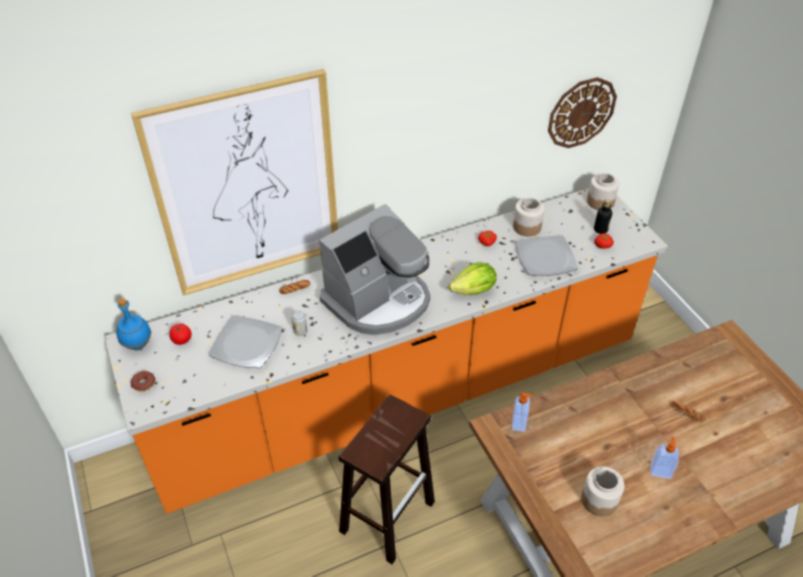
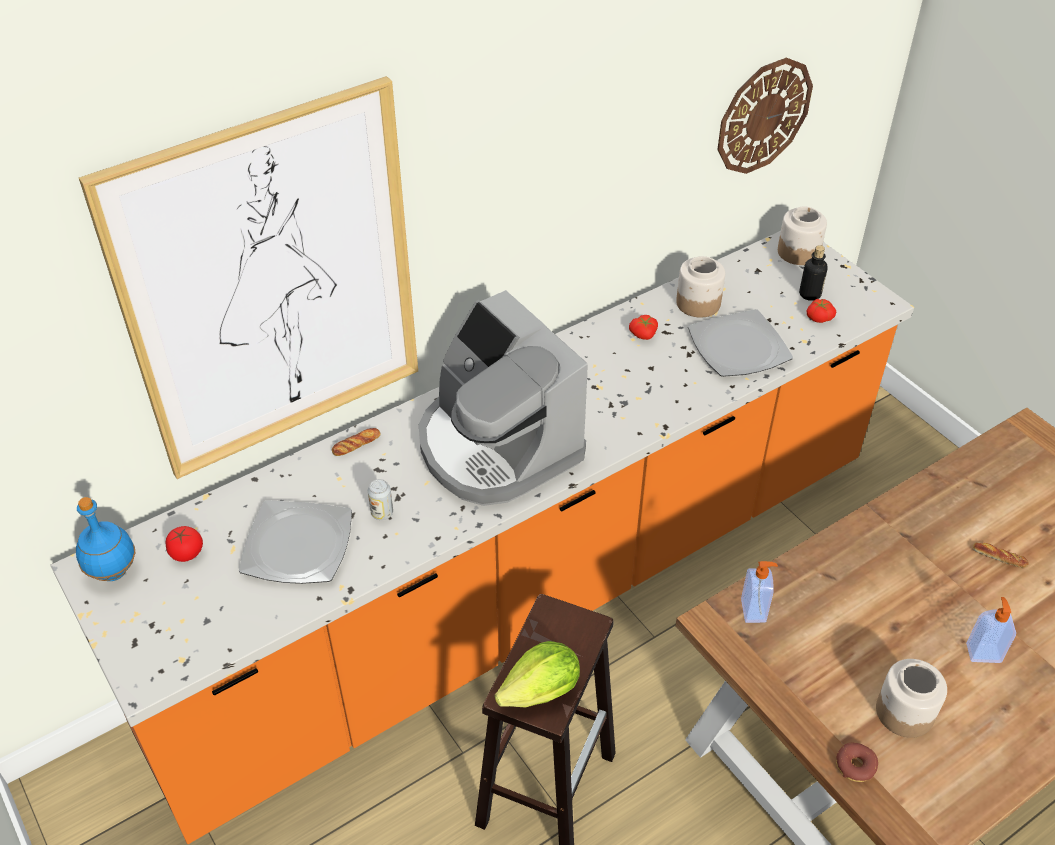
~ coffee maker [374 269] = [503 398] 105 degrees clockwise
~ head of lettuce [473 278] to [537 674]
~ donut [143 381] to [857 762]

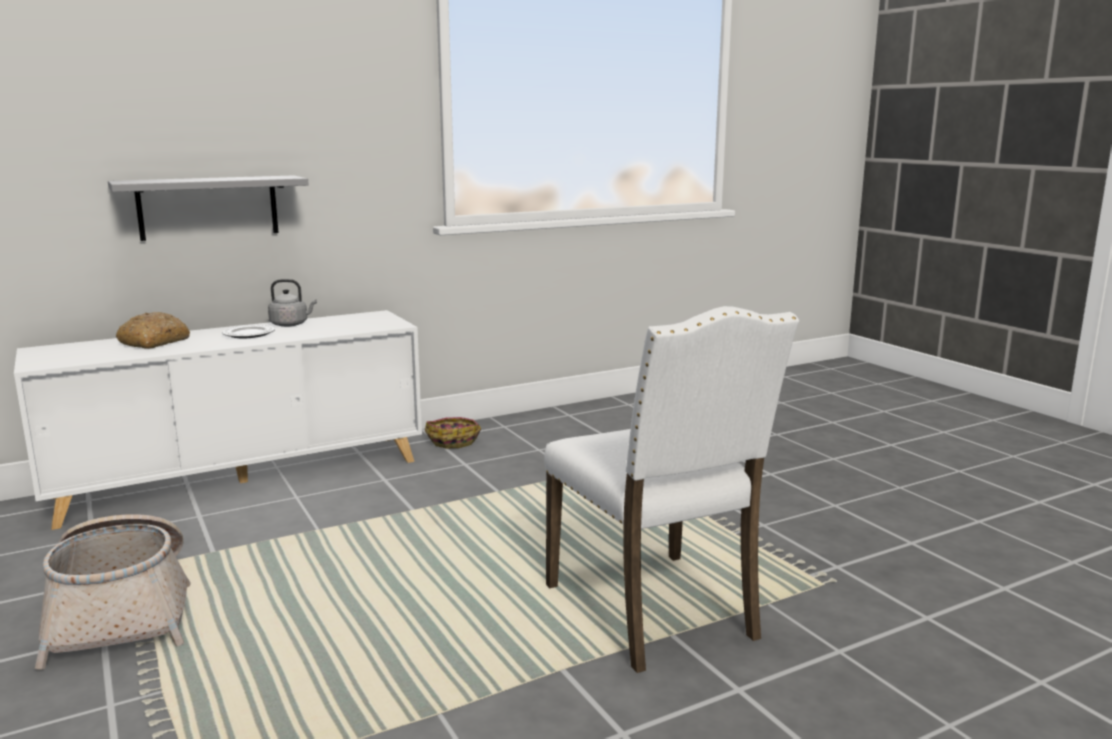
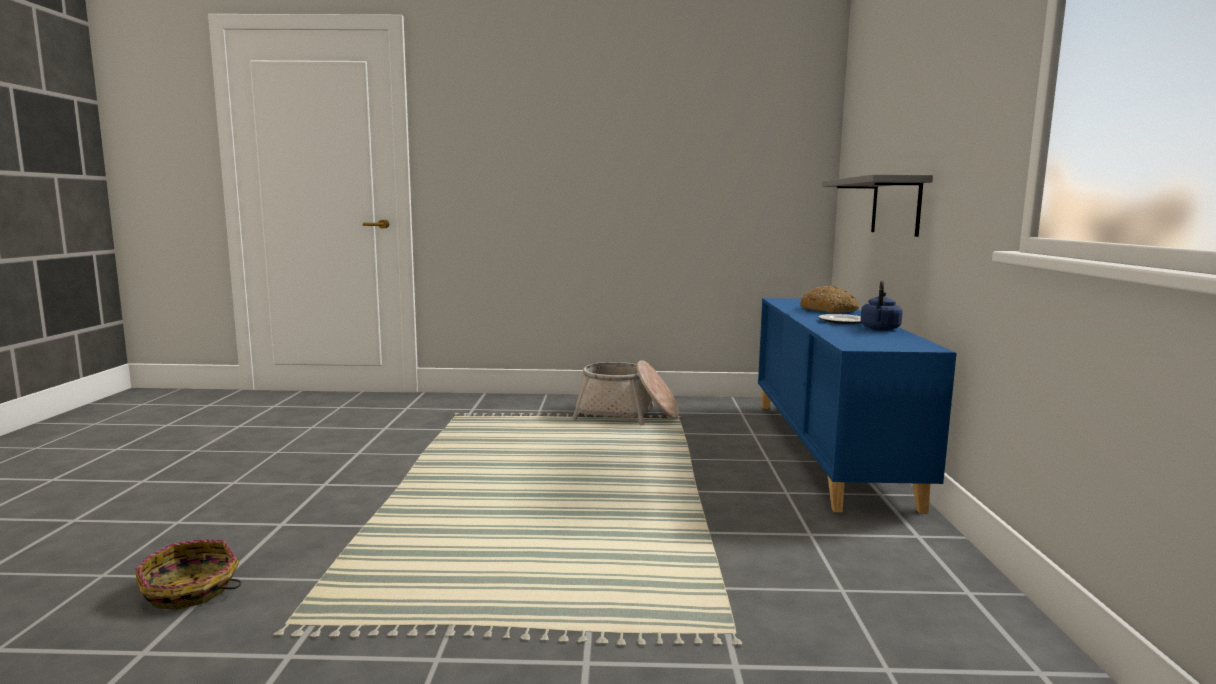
~ household basket [453 432] to [188 574]
~ whitish cupboard [218 420] to blue-coloured cupboard [857 406]
~ grey kettle [292 303] to blue-coloured kettle [881 305]
- whitish upright chair [671 489]

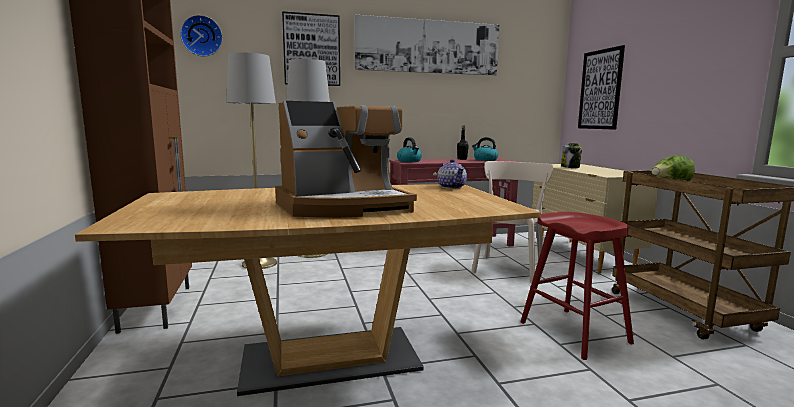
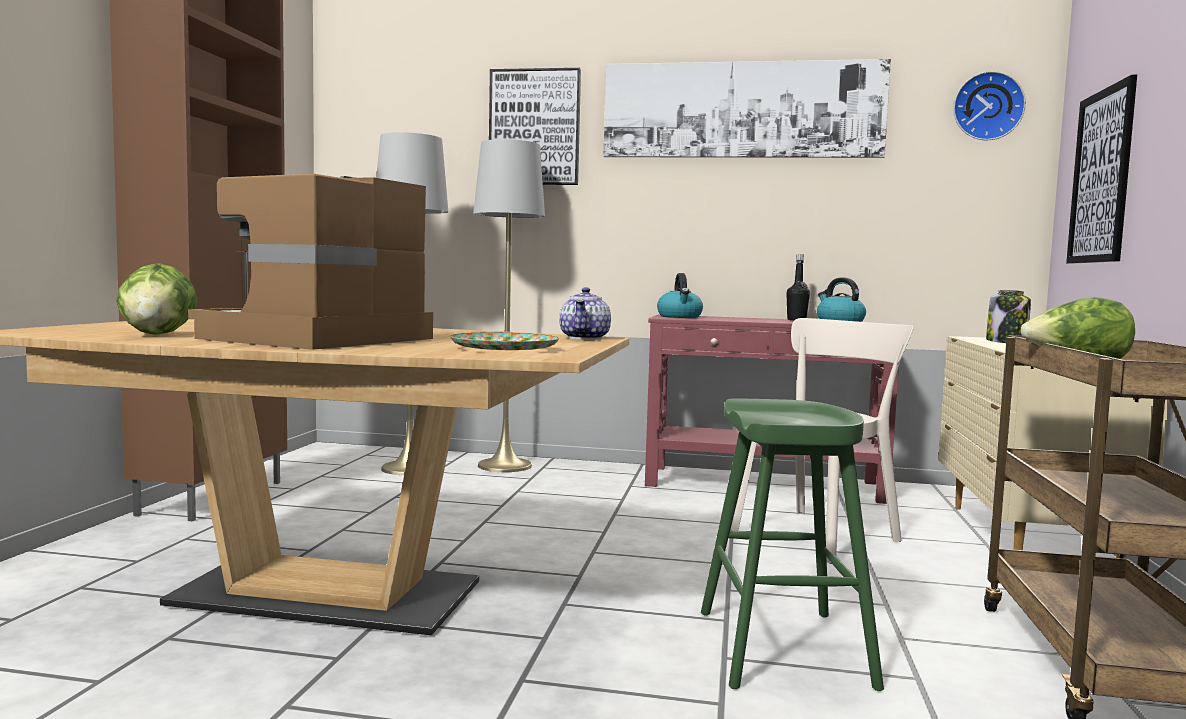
+ head of lettuce [156 299]
~ coffee maker [346 159] = [310 262] 120 degrees clockwise
+ dinner plate [504 341]
~ red stool [577 286] to green stool [792 545]
~ wall clock [201 35] to [989 105]

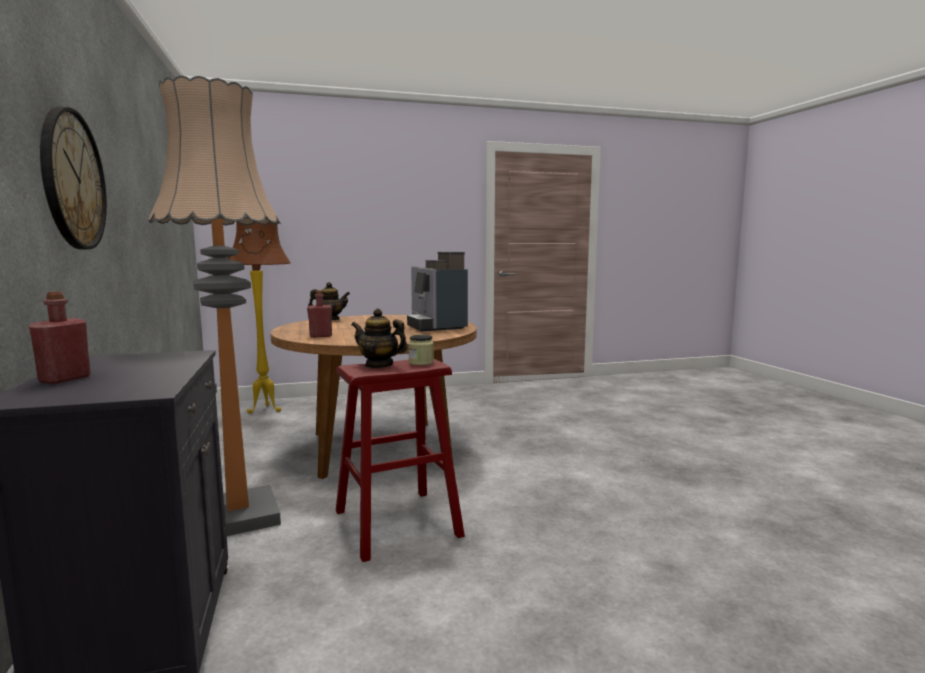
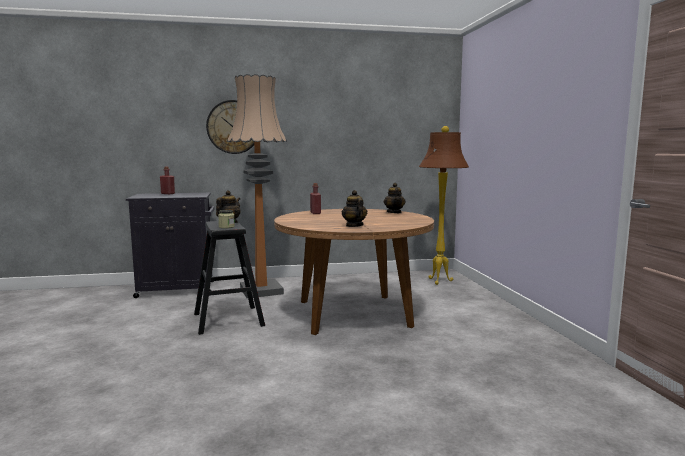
~ red stool [400 460] to blackish stool [229 278]
~ coffee maker [437 291] to teapot [354 208]

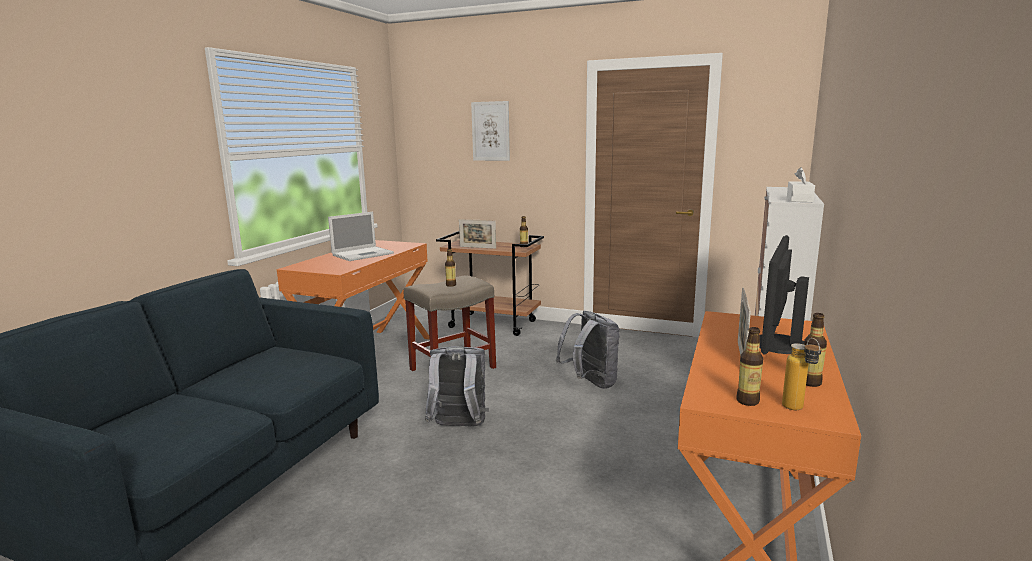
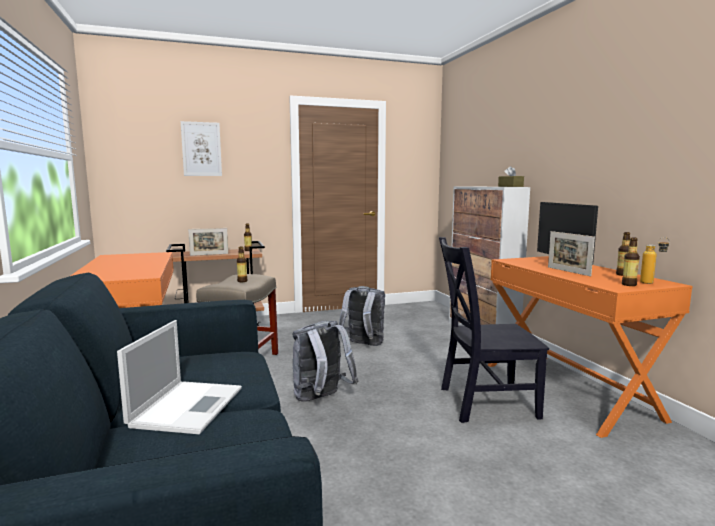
~ notebook computer [361 236] to [179 377]
+ blackish upright chair [494 330]
~ whitish box of tissues [801 184] to brown box of tissues [511 176]

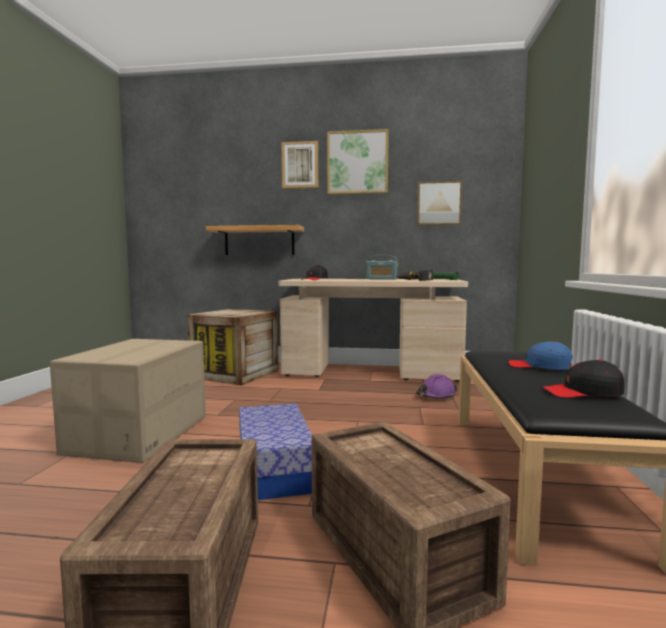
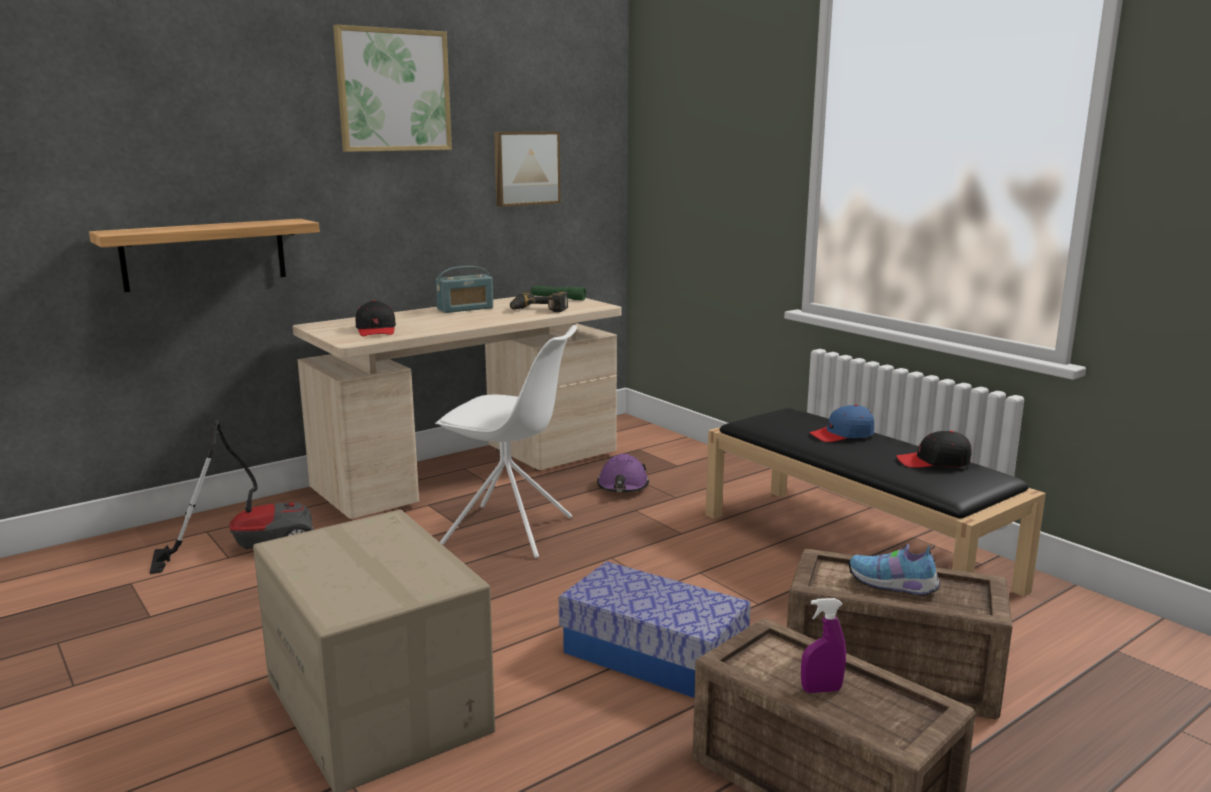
~ crate [232 347] to vacuum cleaner [232 496]
+ whitish upright chair [506 441]
+ purple-coloured sprayer [823 645]
+ shoe [894 570]
~ blackish cap [583 378] = [934 449] 45 degrees clockwise
- wall picture [300 165]

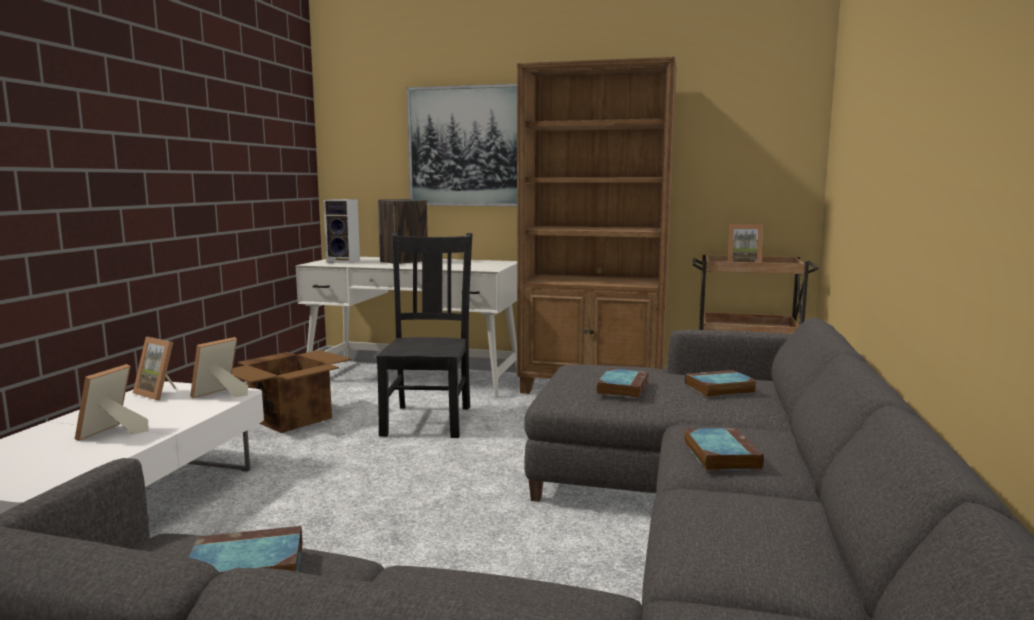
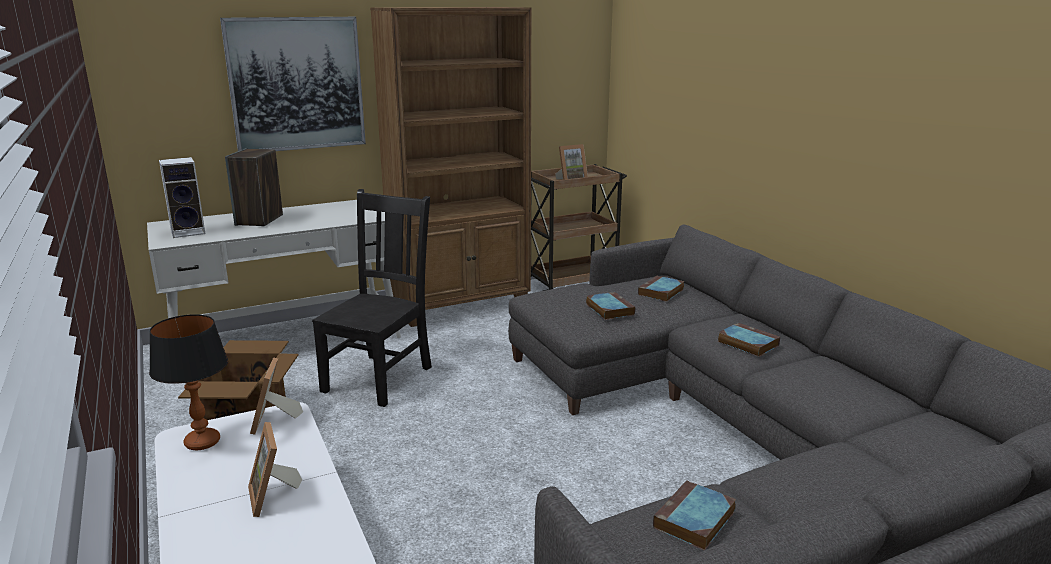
~ photo frame [154 368] to lamp for a table [188 382]
~ blackish upright chair [424 335] = [372 298] 60 degrees clockwise

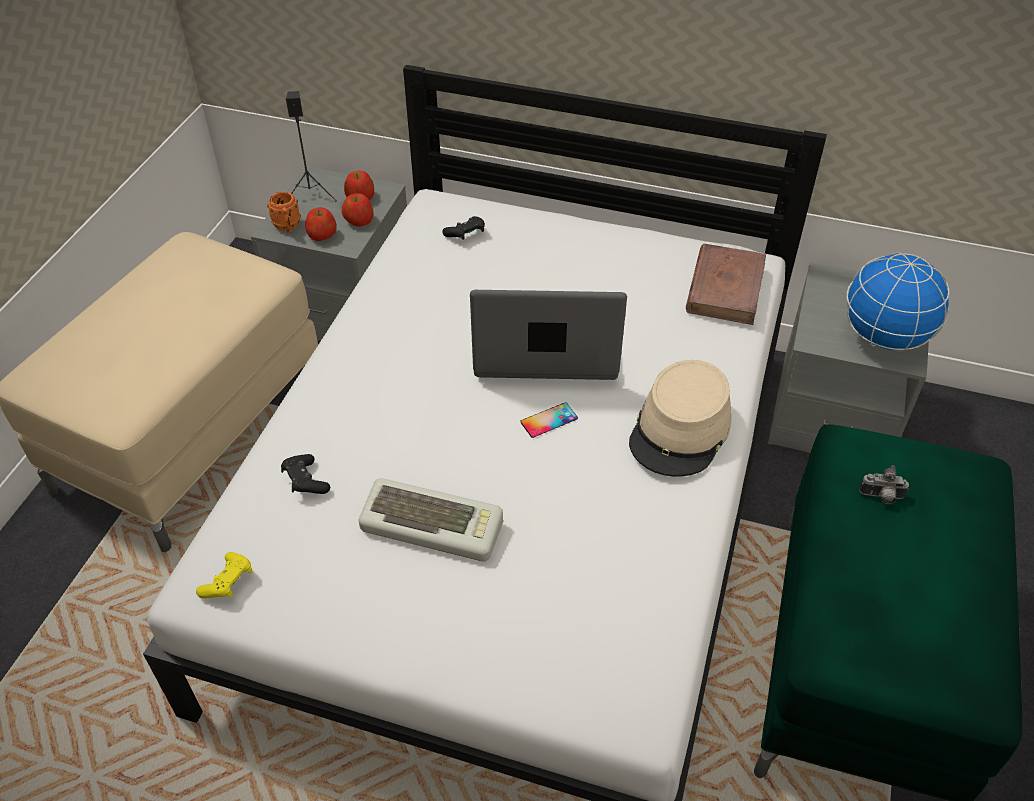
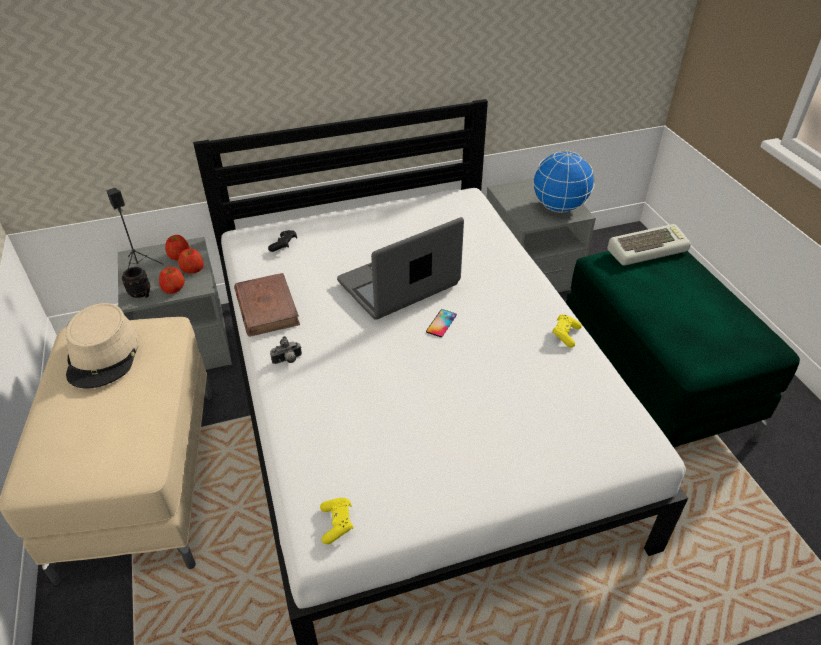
~ sand-coloured hat [680 418] to [102 346]
~ orangey mug [284 212] to blackish mug [136 282]
~ brown bound book [726 284] to [267 305]
~ photo camera [884 484] to [286 350]
+ yellow-coloured game controller [567 330]
~ PC keyboard [431 519] to [649 245]
- blackish game controller [305 474]

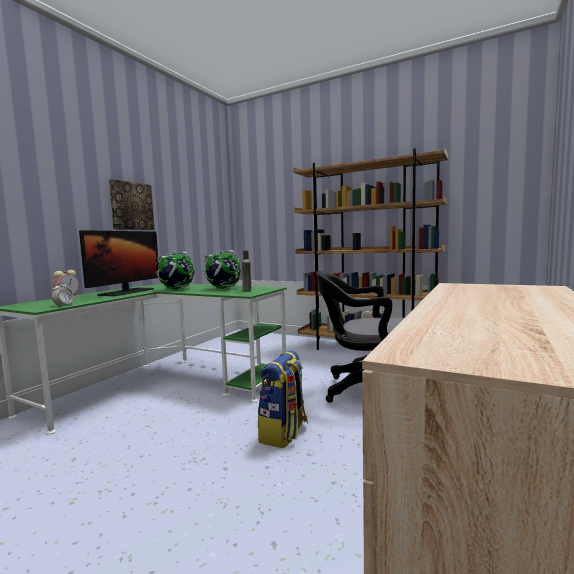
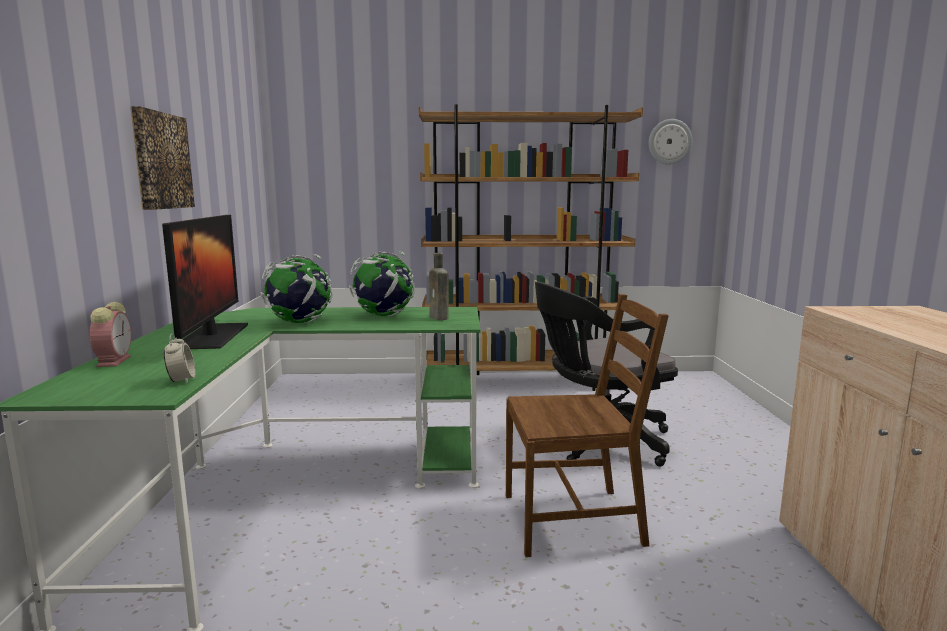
~ rucksack [283 399] to brown upright chair [587 425]
+ wall clock [670 142]

